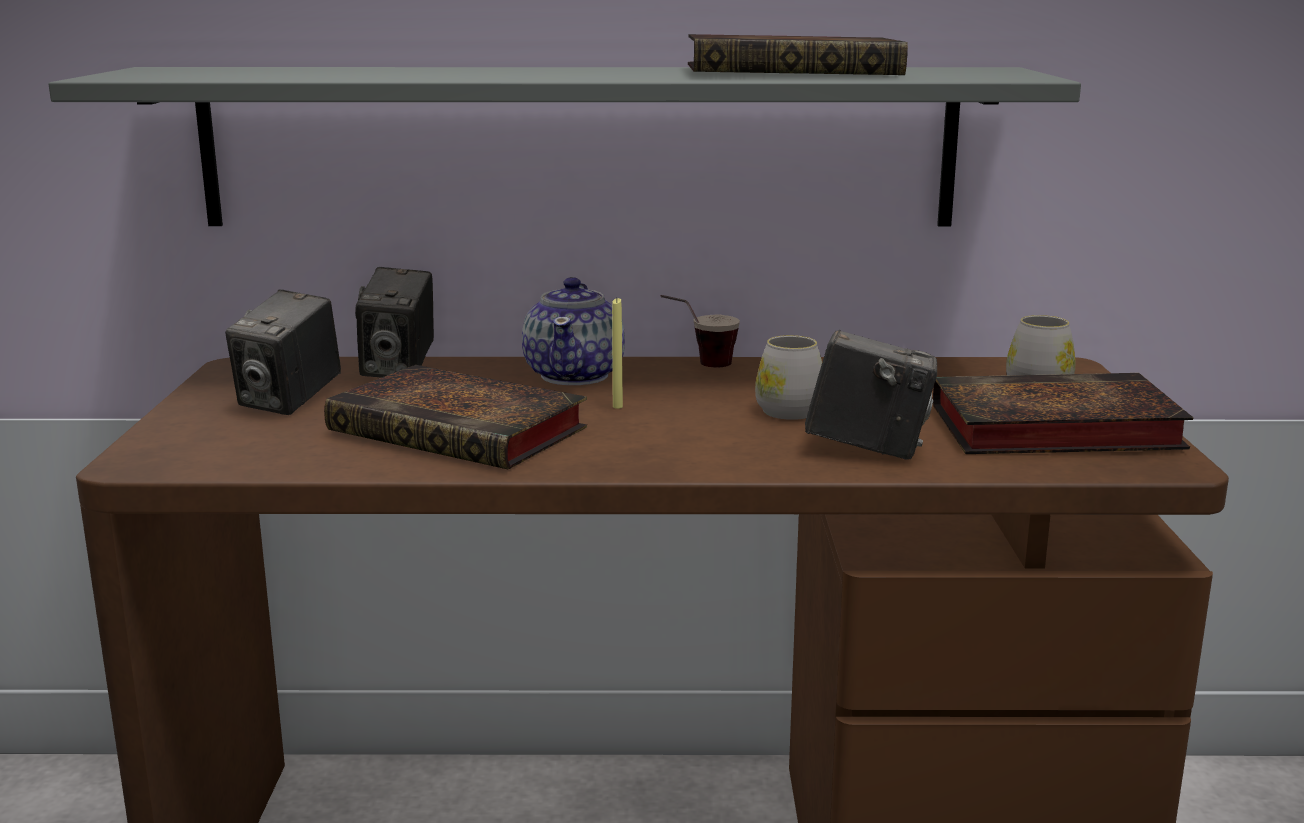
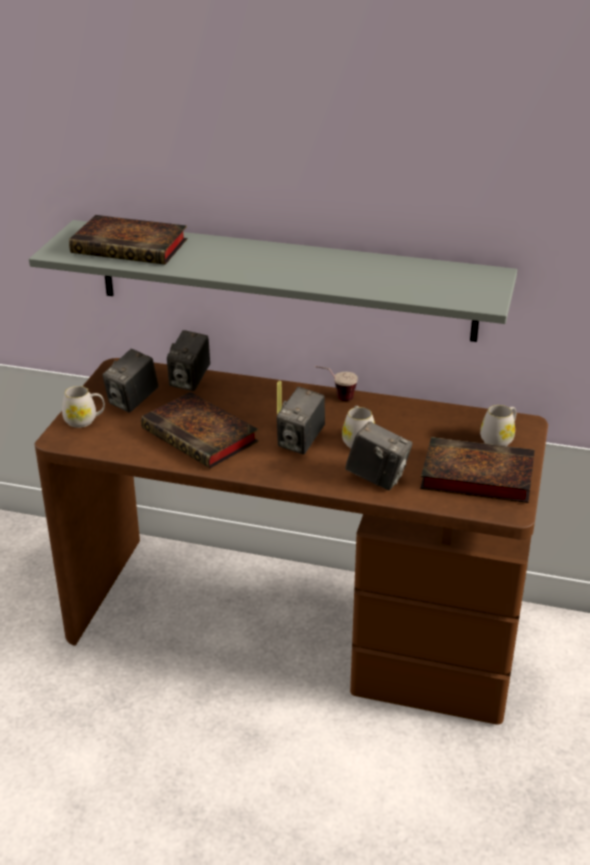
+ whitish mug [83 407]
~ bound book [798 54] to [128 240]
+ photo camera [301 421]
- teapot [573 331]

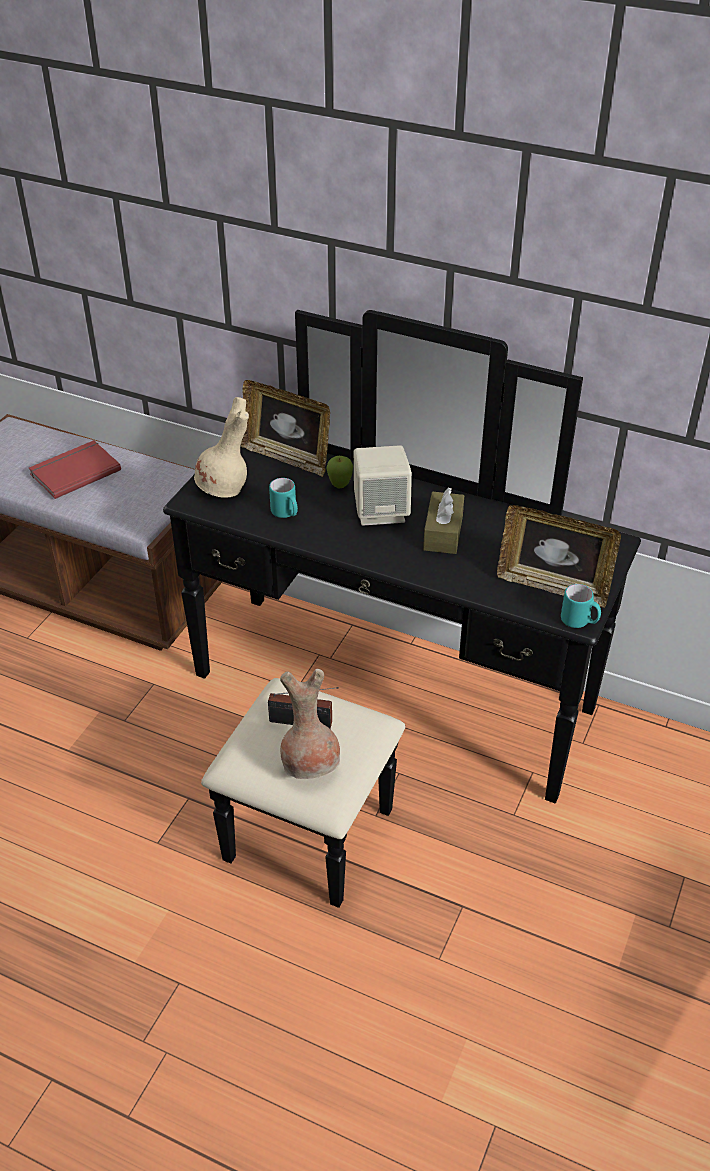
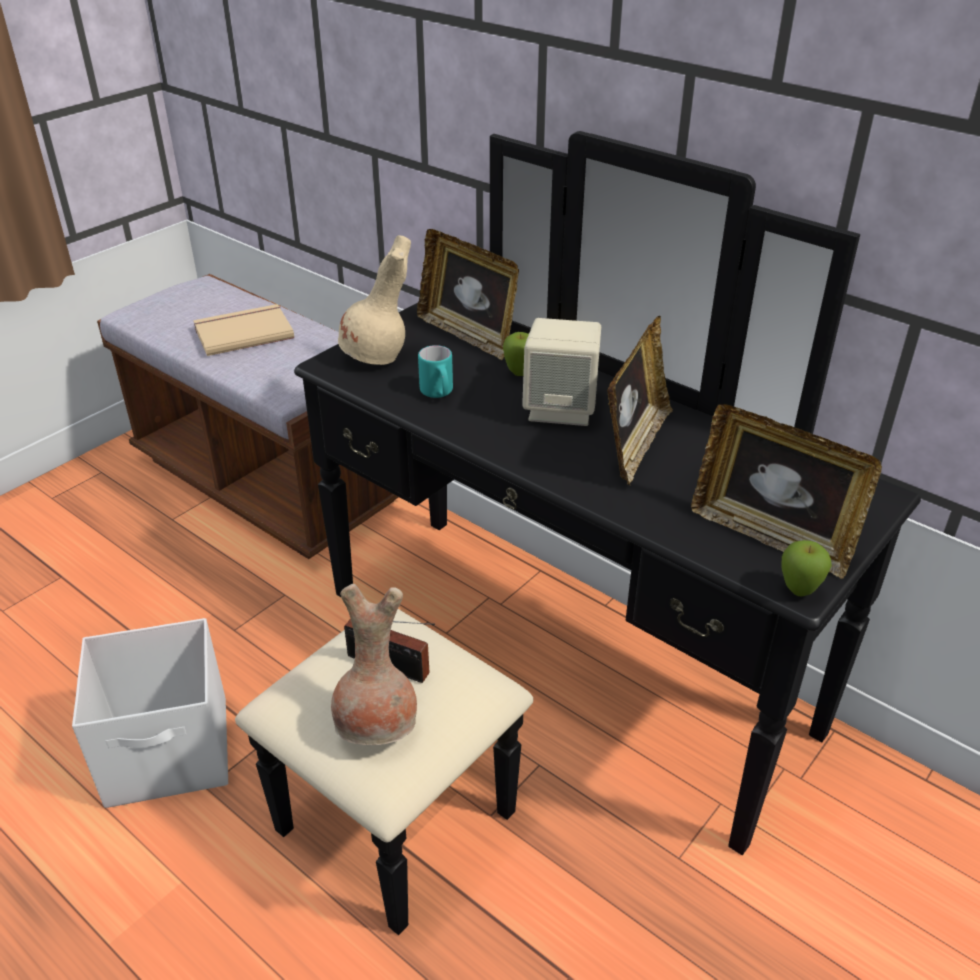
+ whitish storage bin [150 713]
~ red bound book [75 469] to sand-coloured bound book [243 330]
~ brown box of tissues [444 520] to photo frame [640 400]
~ turquoise mug [581 606] to apple fruit [806 568]

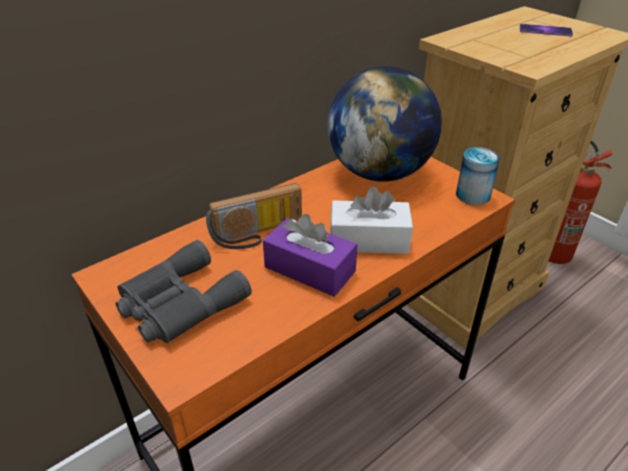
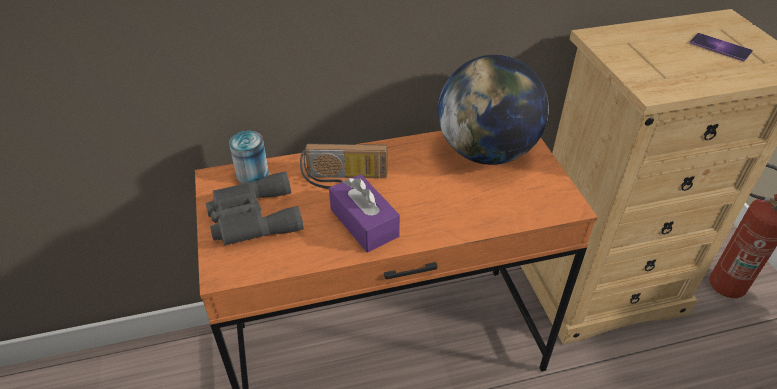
~ can [478 176] to [249 157]
- whitish box of tissues [371 220]

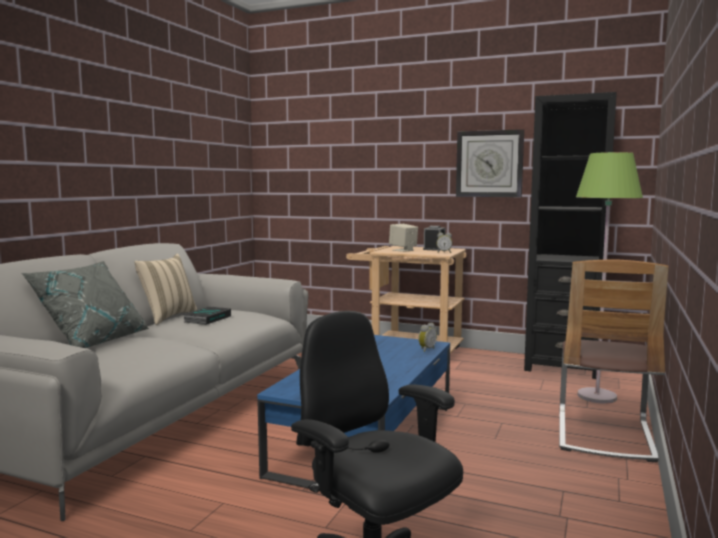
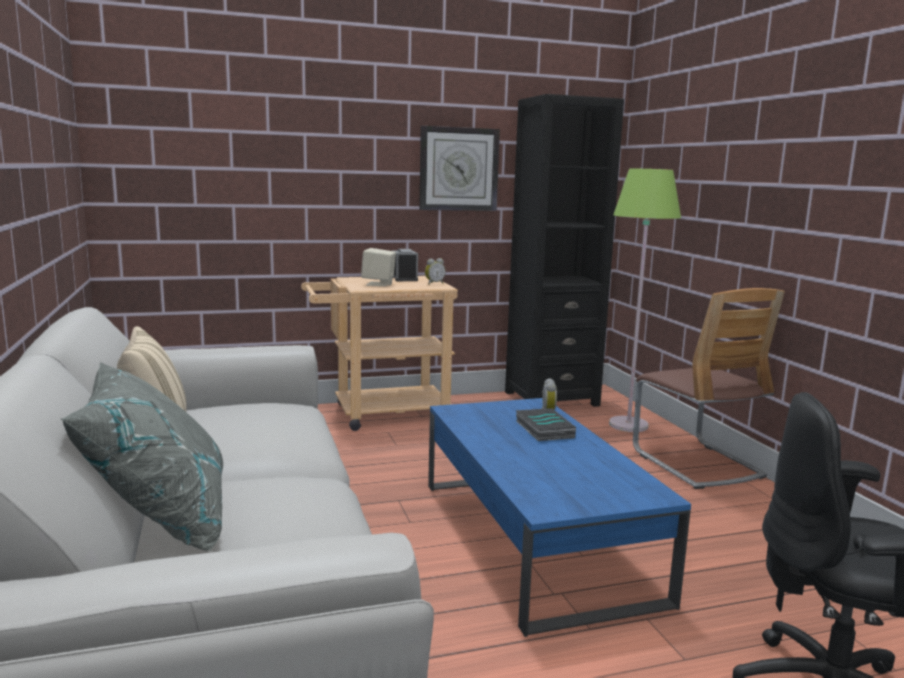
~ bound book [207 315] to [546 424]

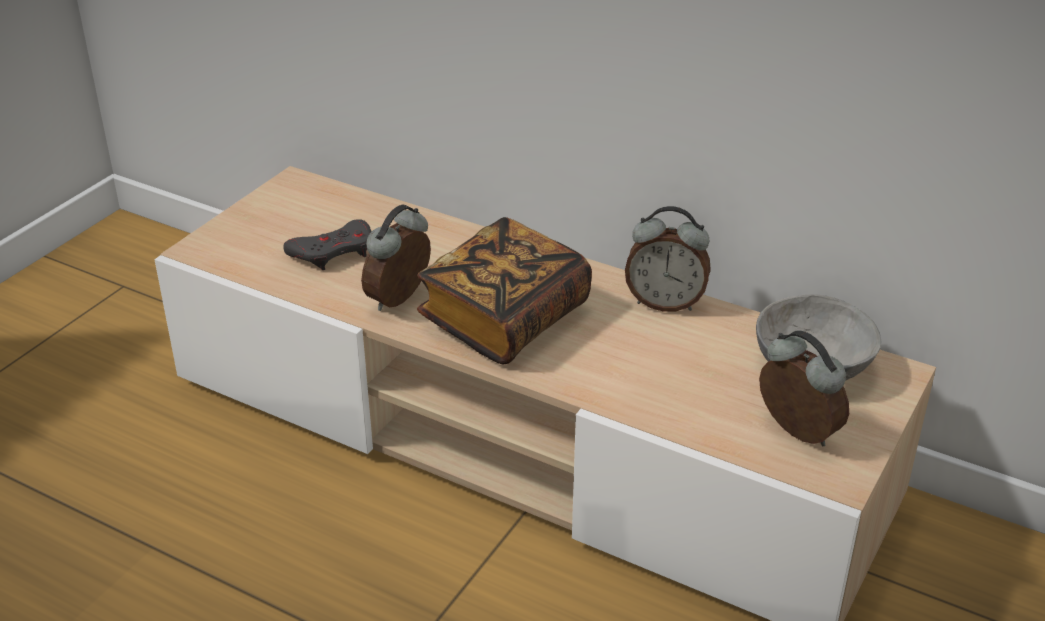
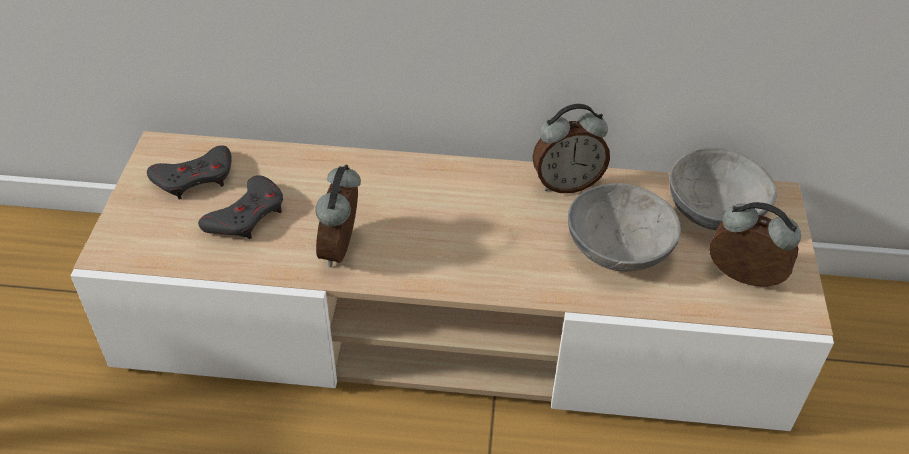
+ grey game controller [189 172]
+ grey serving bowl [624 227]
- bound book [504 290]

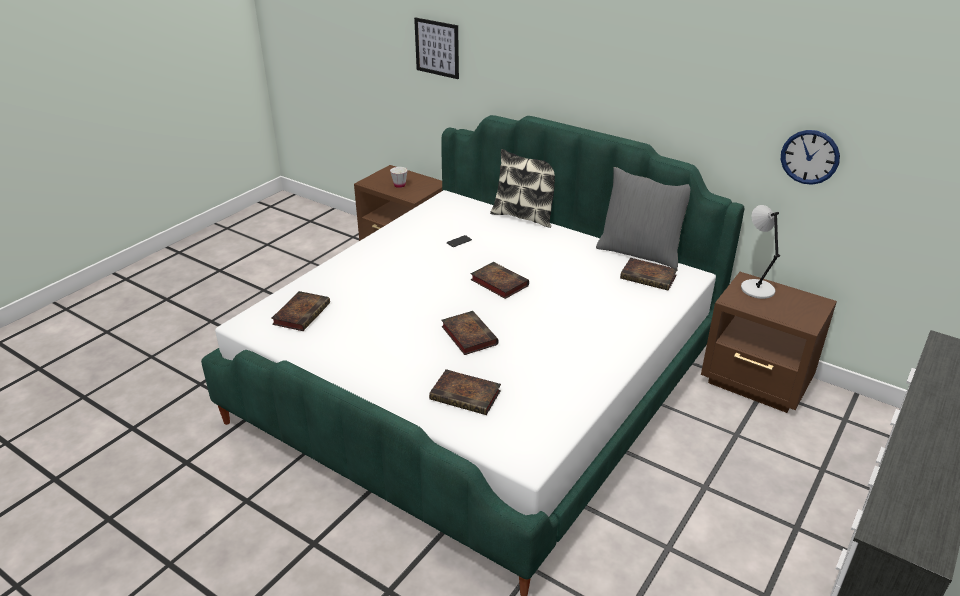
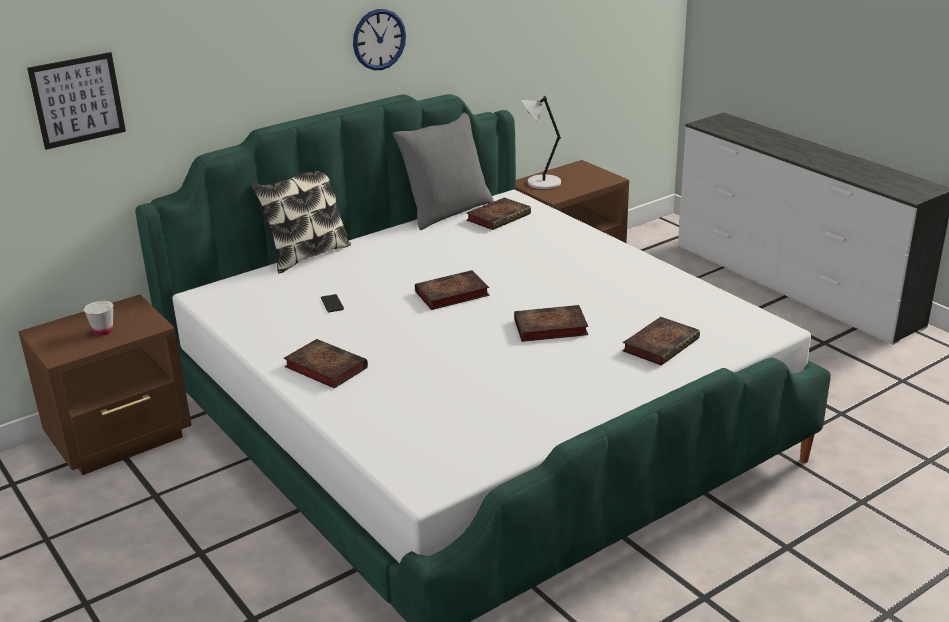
~ bound book [300 311] to [326 363]
~ wall clock [810 157] to [379 39]

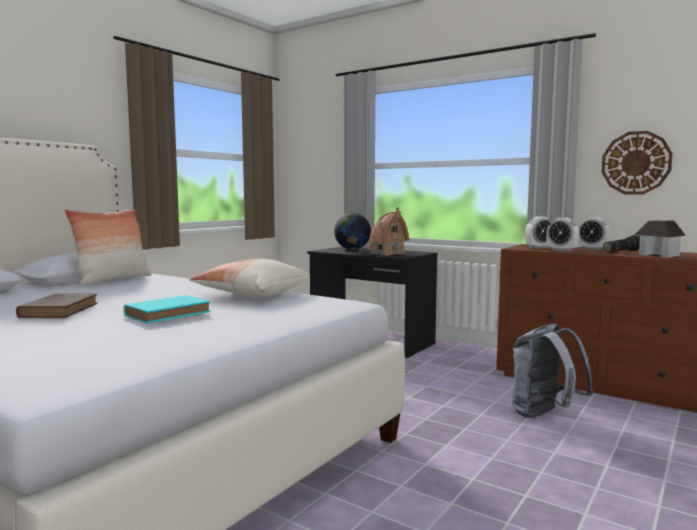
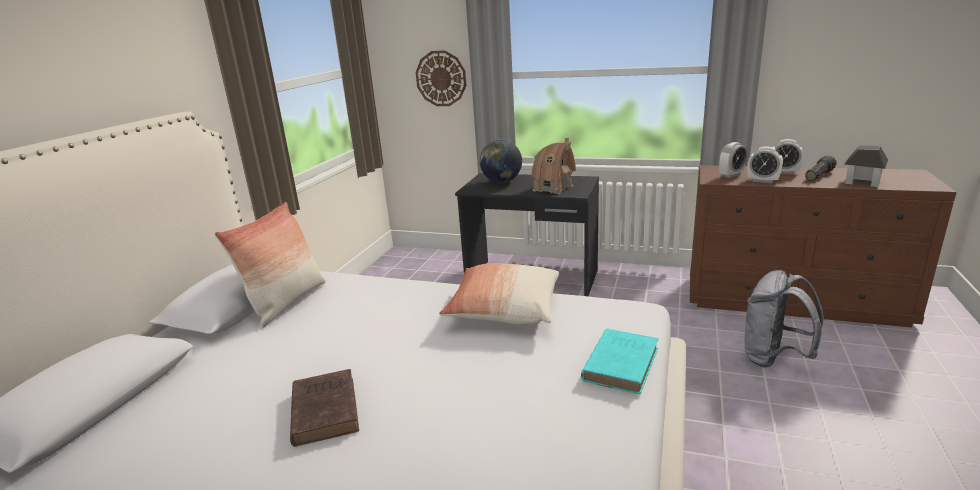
~ wall clock [637 162] to [441 78]
~ turquoise bound book [167 309] to [619 361]

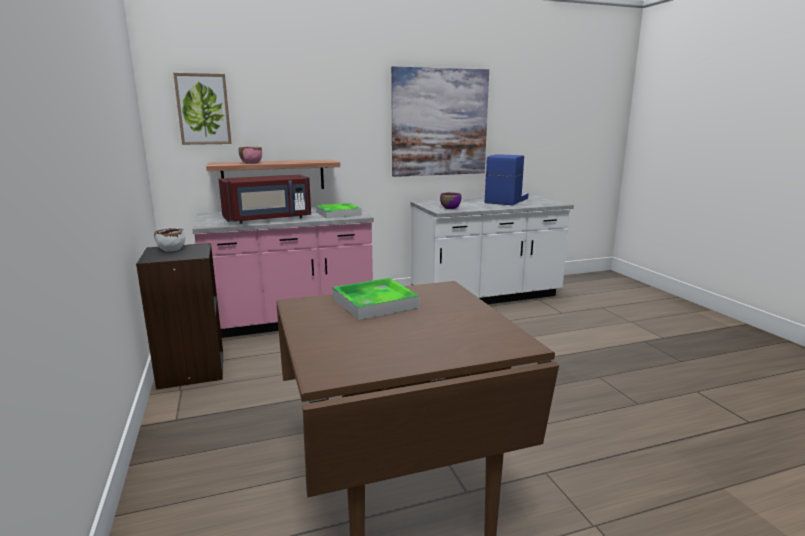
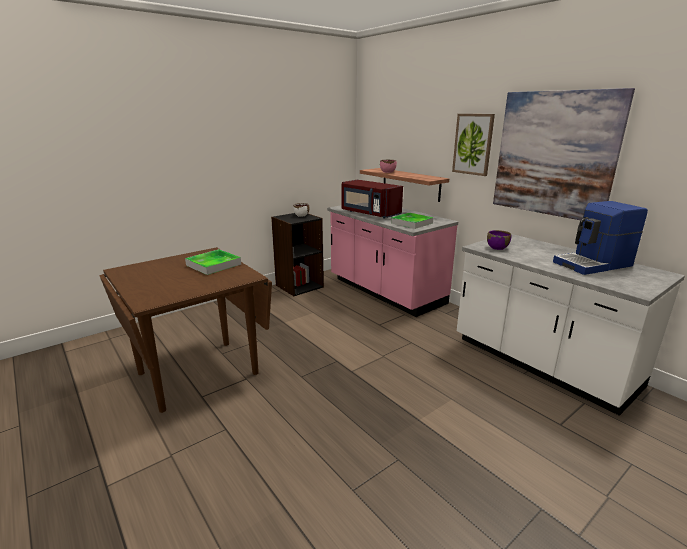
~ wall picture [202 109] to [473 145]
~ coffee maker [507 179] = [600 238] 150 degrees clockwise

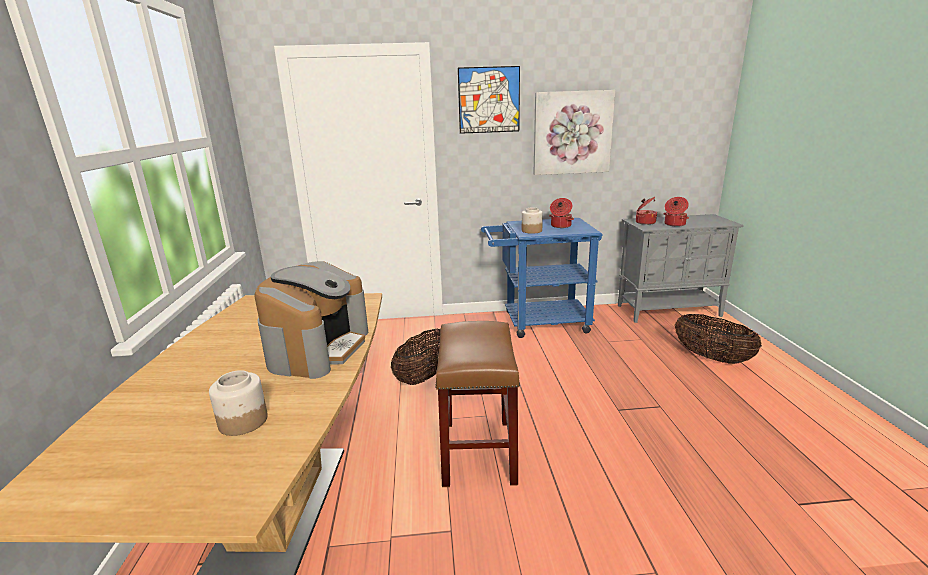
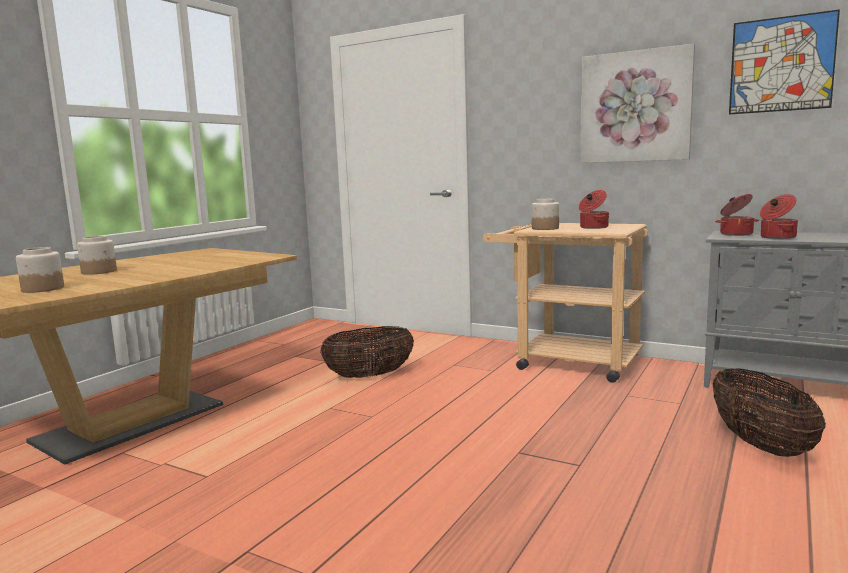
+ storage jar [97 255]
~ blue-coloured trolley [542 278] to sand-coloured trolley [565 303]
~ wall picture [489 100] to [784 61]
- coffee maker [311 320]
- brown stool [477 404]

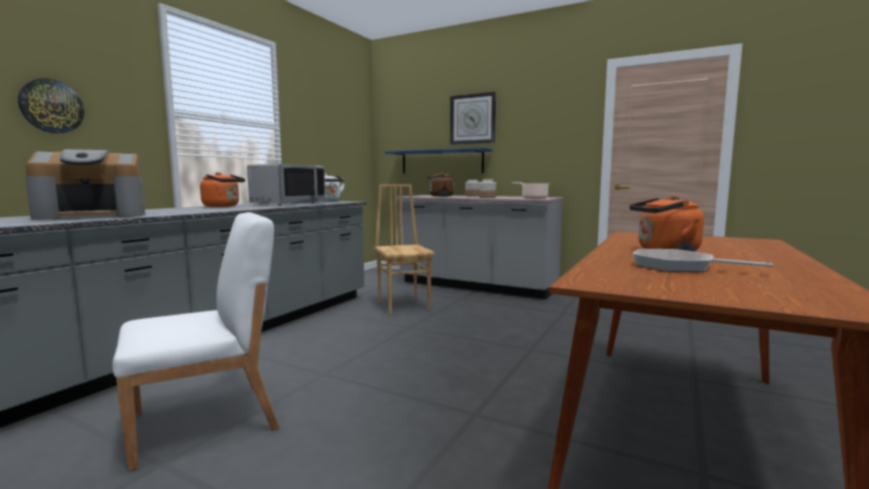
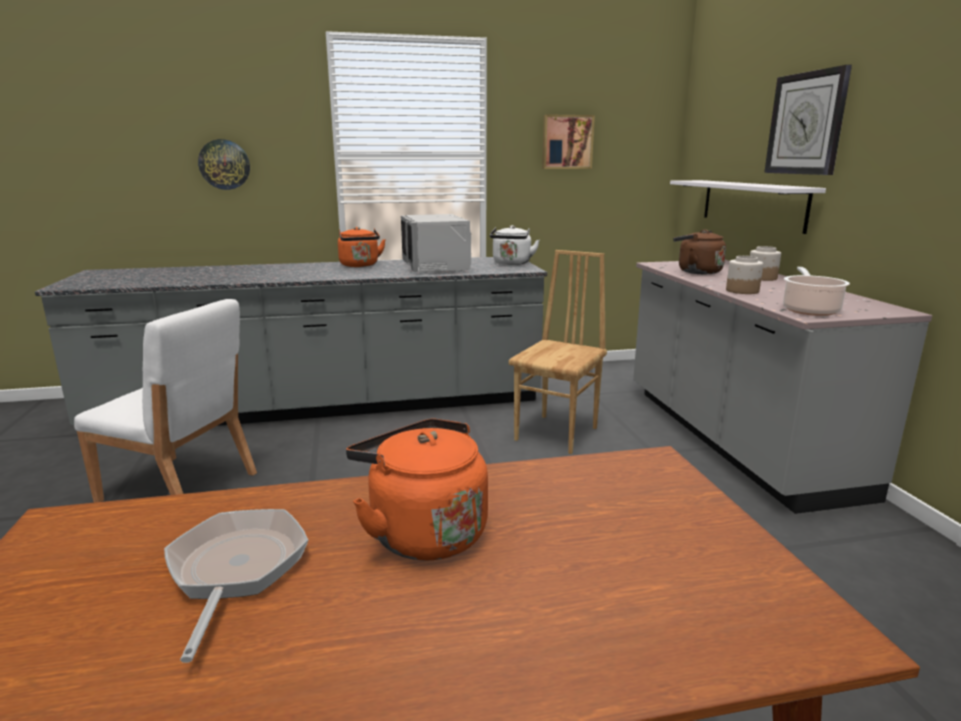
~ grey microwave [286 184] = [436 243] 90 degrees clockwise
+ wall picture [568 141]
~ blue-coloured shelf [438 161] to whitish shelf [748 207]
- coffee maker [85 184]

